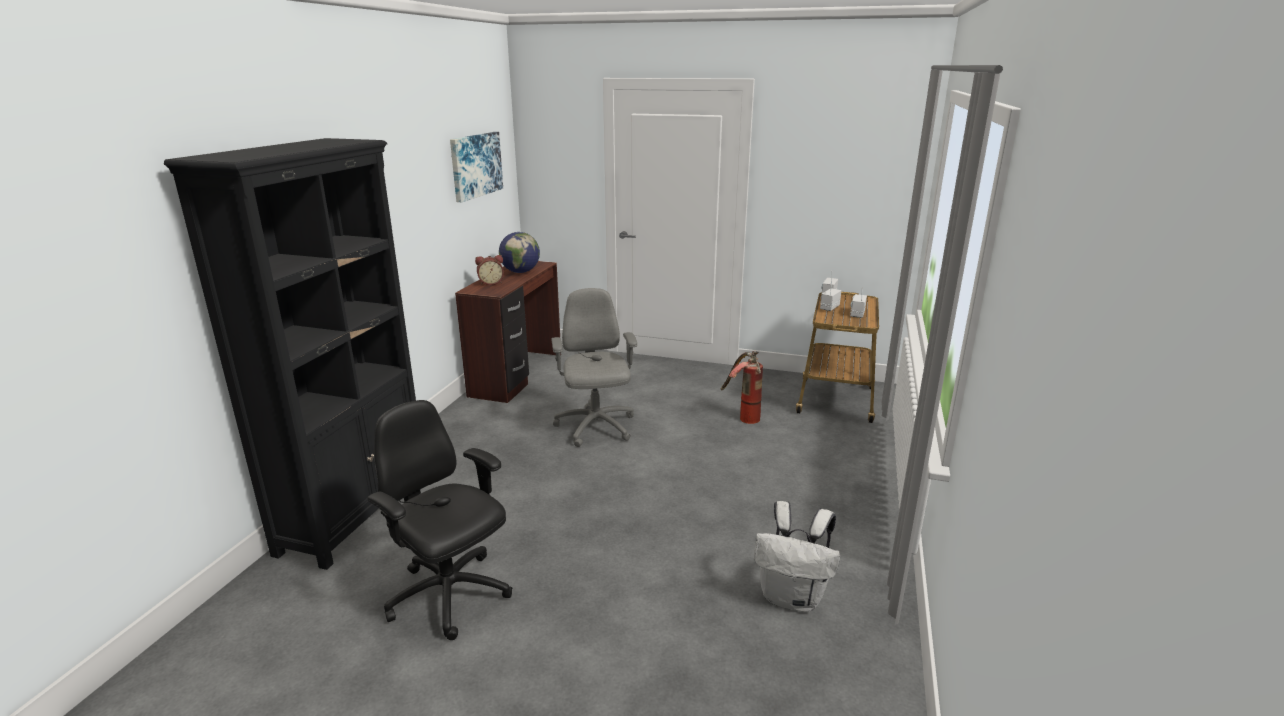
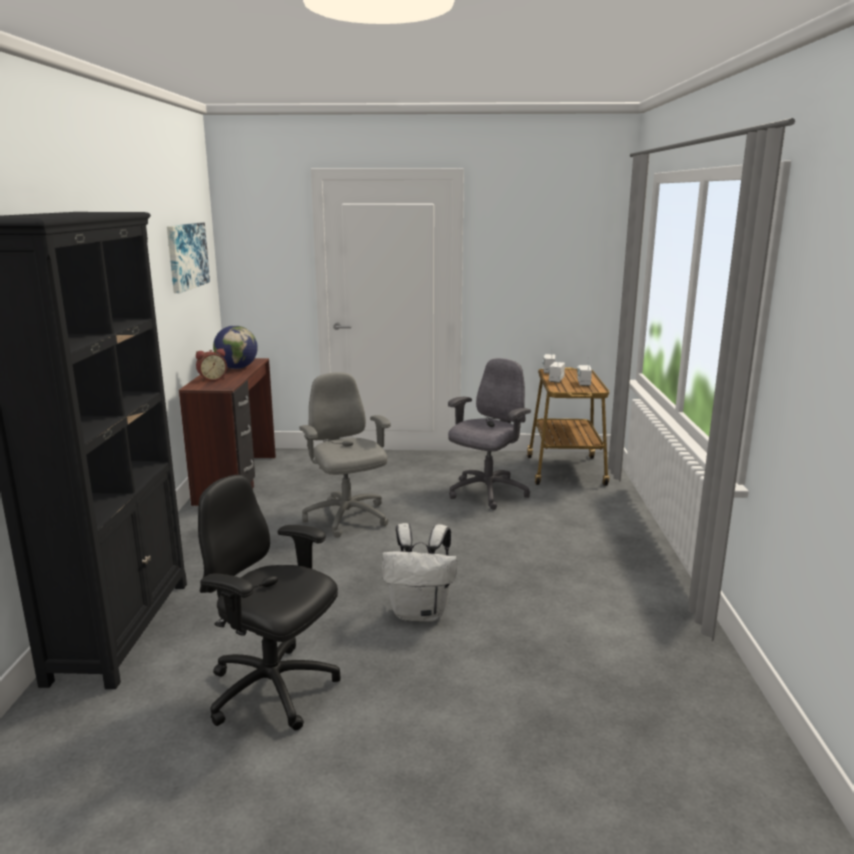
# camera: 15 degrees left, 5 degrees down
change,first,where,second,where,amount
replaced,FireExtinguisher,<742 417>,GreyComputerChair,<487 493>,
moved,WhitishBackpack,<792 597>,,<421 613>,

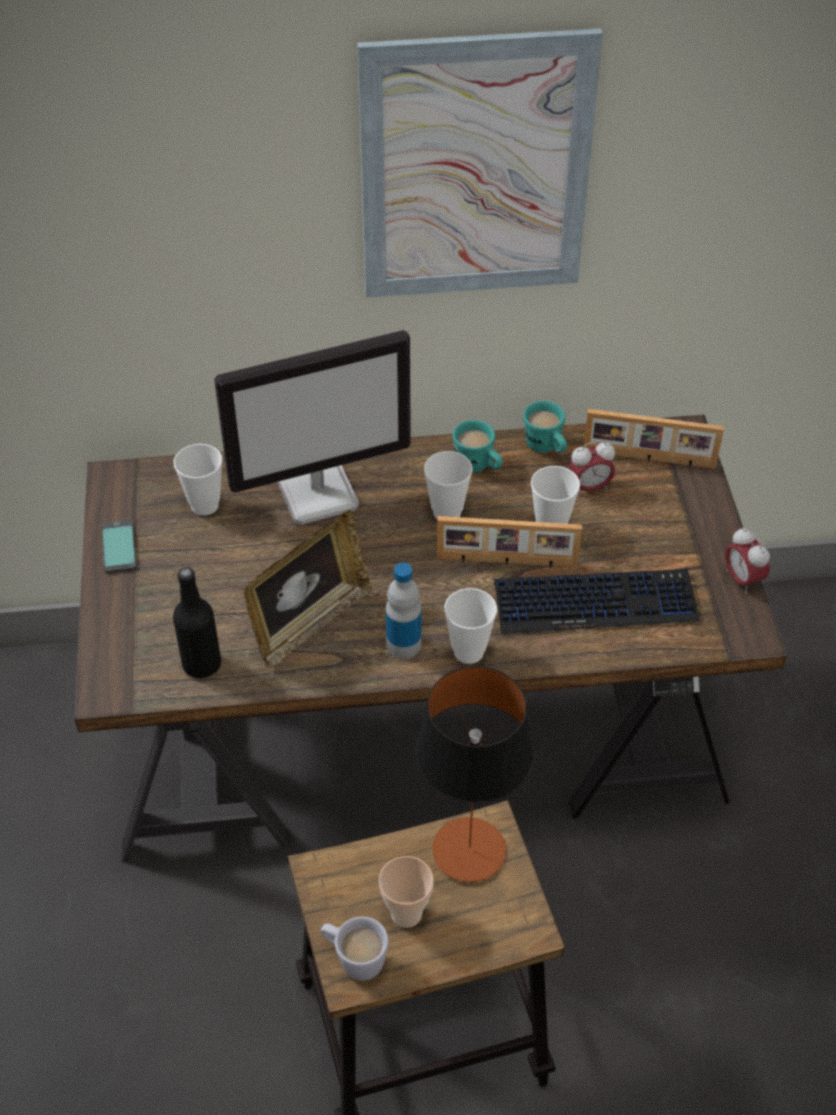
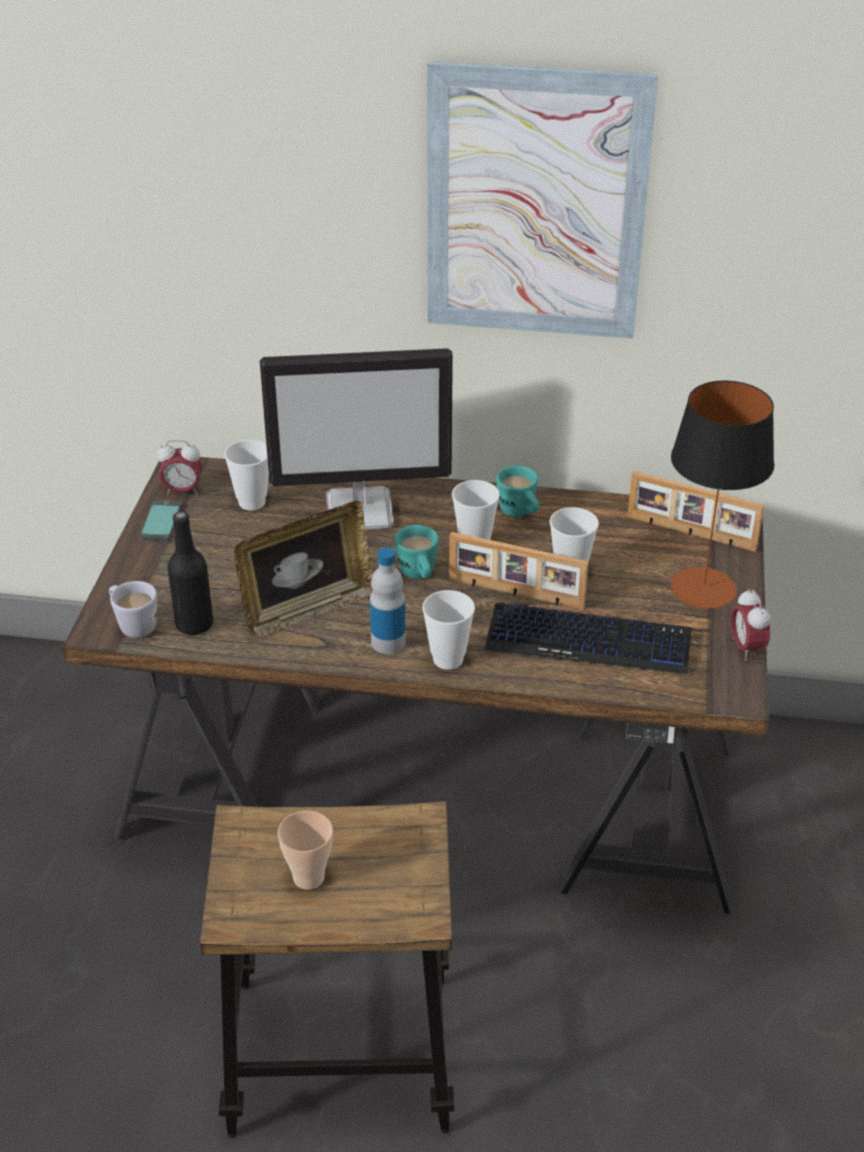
# camera: 15 degrees right, 10 degrees down
change,first,where,second,where,amount
moved,TurquoiseColouredTeaMug,<546 448>,,<419 576>,
moved,BedsideClock,<589 487>,,<183 491>,
moved,TableLamp,<469 850>,,<703 588>,
moved,WhitishTeaMug,<354 959>,,<133 624>,

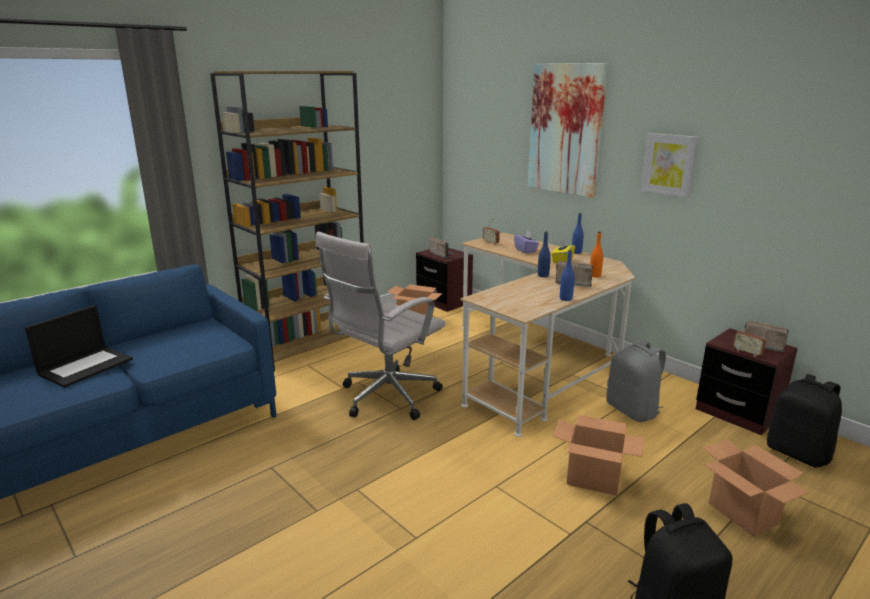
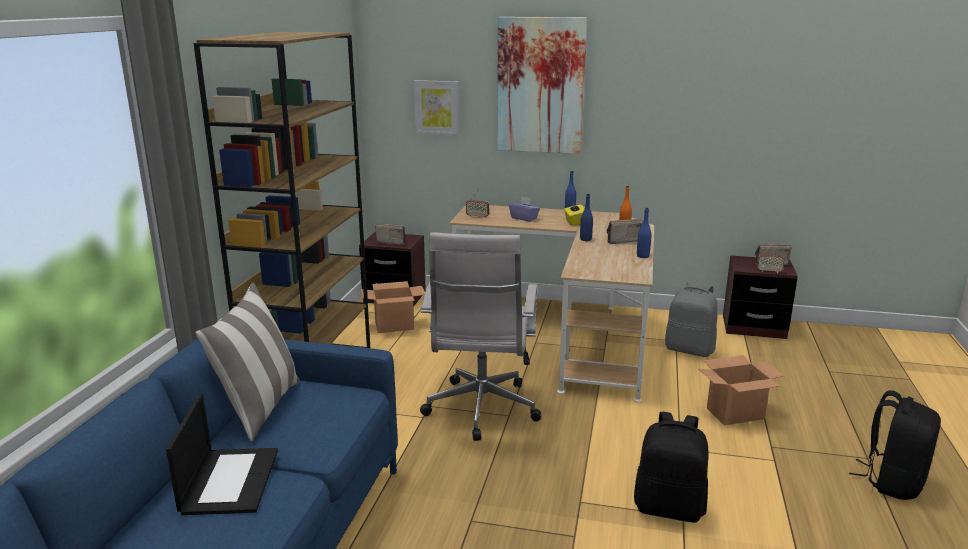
# camera: 35 degrees left, 0 degrees up
change,first,where,second,where,amount
moved,WallArt,<669 164>,,<437 107>,
moved,BlackColouredBackpack,<798 453>,,<669 507>,
removed,PackingBox,<744 514>,,,
added,,,ThrowPillow,<259 407>,

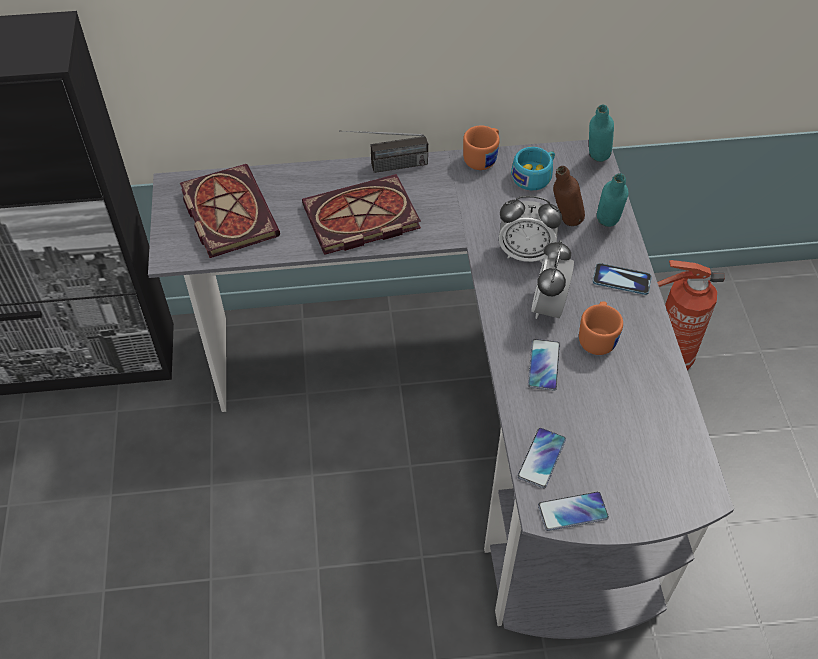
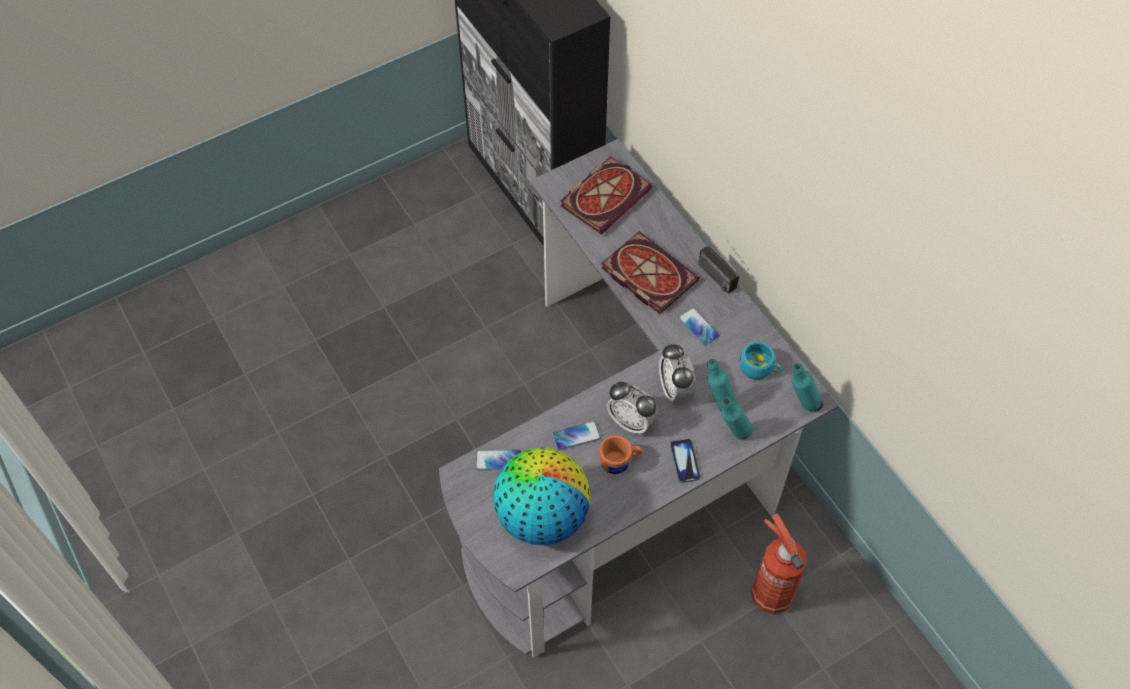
# camera: 65 degrees right, 5 degrees up
change,first,where,second,where,amount
removed,OrangeTeaMug,<483 158>,,,
recoloured,BrownishDrinkBottle,<564 225>,TurquoiseColouredDrinkBottle,<718 405>,
turned,BedsideClock,<548 307>,,<631 421>,135 degrees counterclockwise
moved,Handset,<573 512>,,<698 327>,
added,,,DeskGlobe,<542 516>,

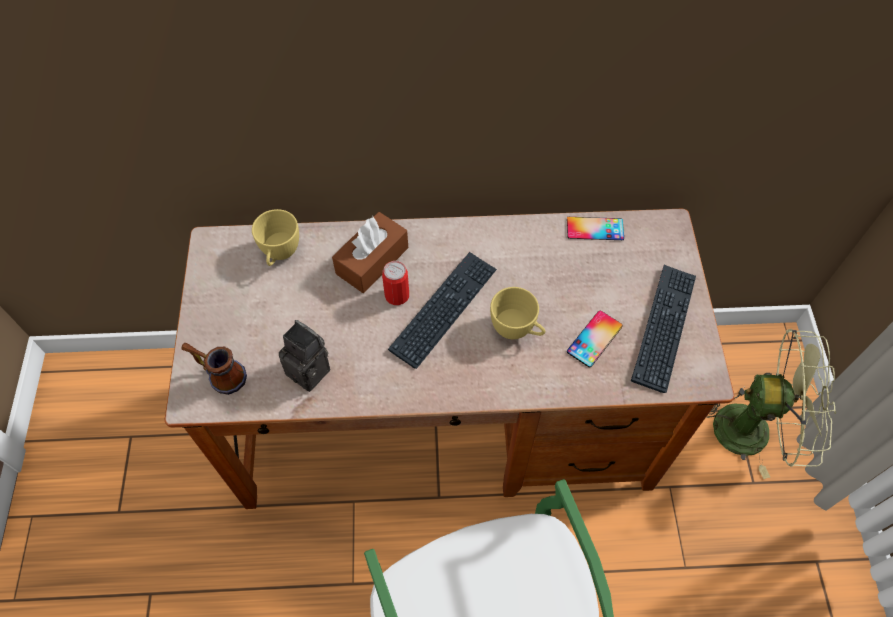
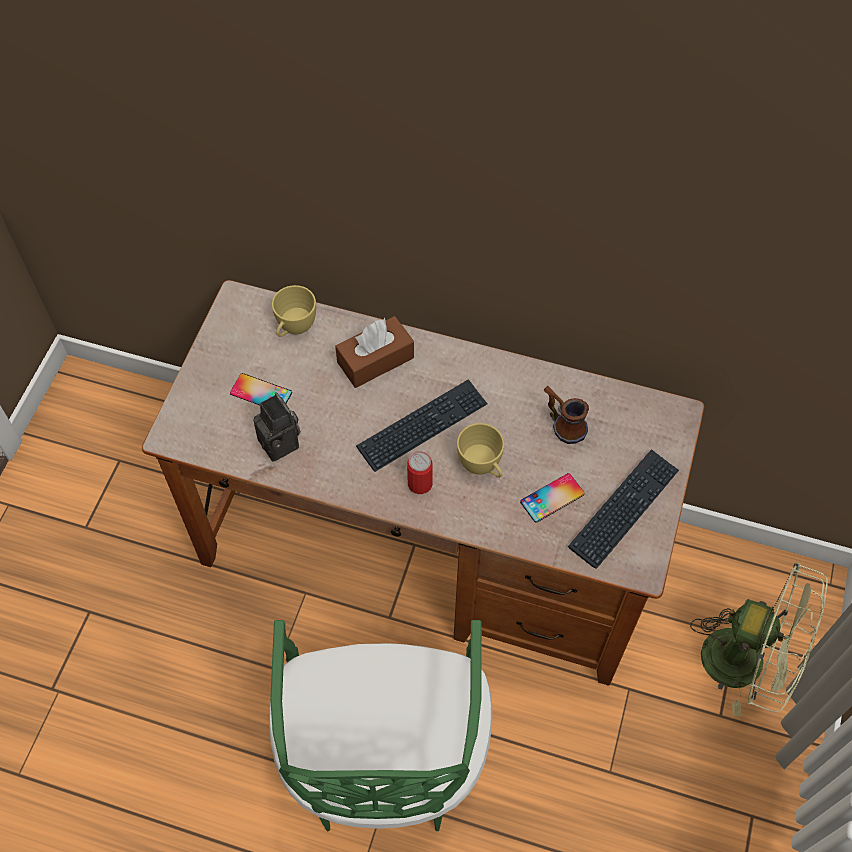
# camera: 20 degrees right, 0 degrees up
change,first,where,second,where,amount
moved,Handset,<595 229>,,<261 393>,
moved,SealedCan,<397 295>,,<420 483>,
moved,TeaMug,<219 375>,,<562 424>,

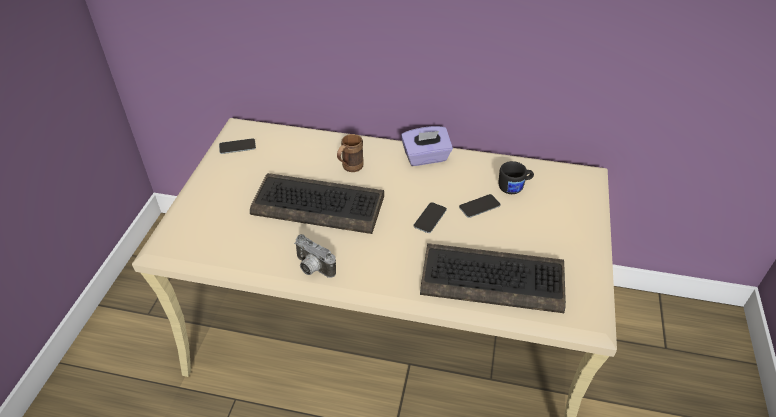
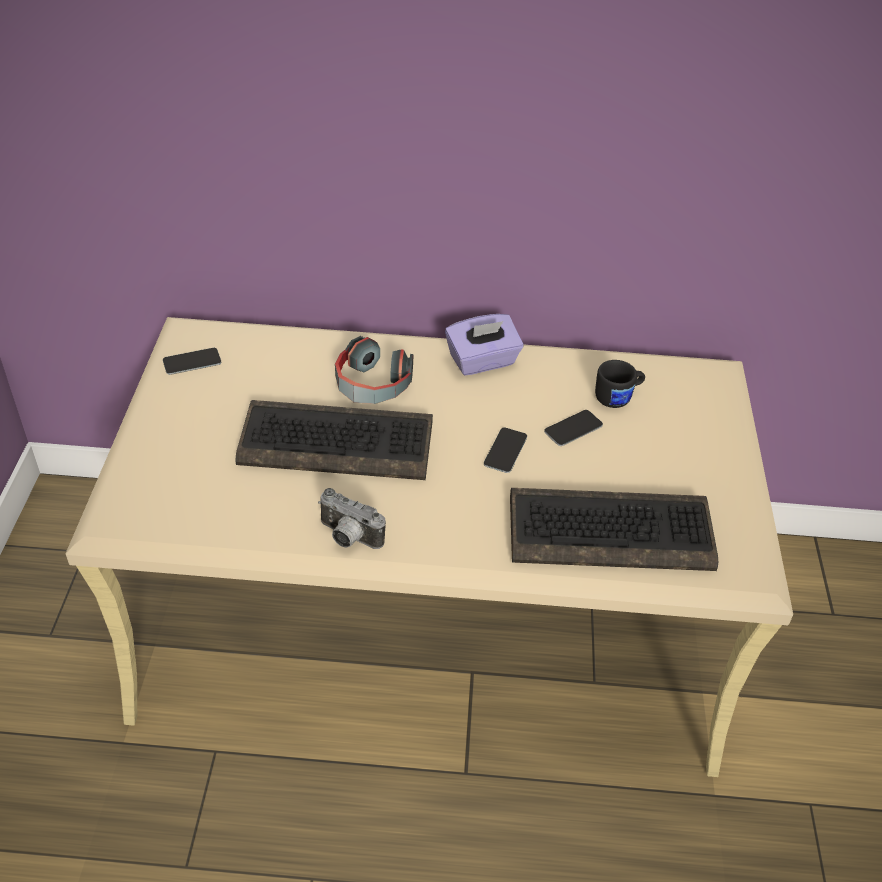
# camera: 10 degrees left, 0 degrees up
change,first,where,second,where,amount
replaced,BrownishTeaMug,<349 168>,Headphones,<372 385>,

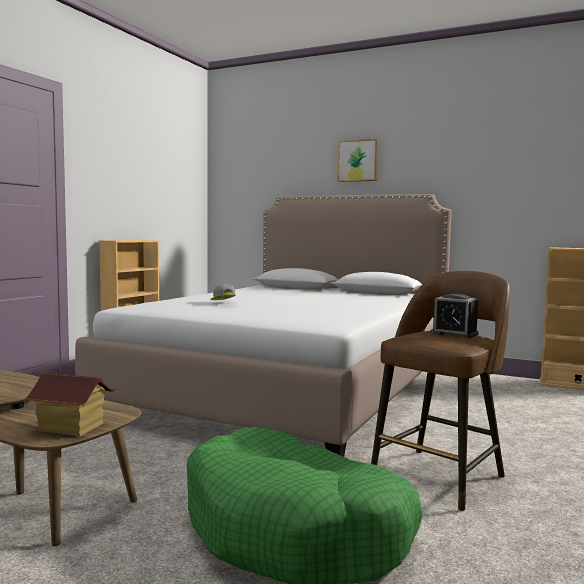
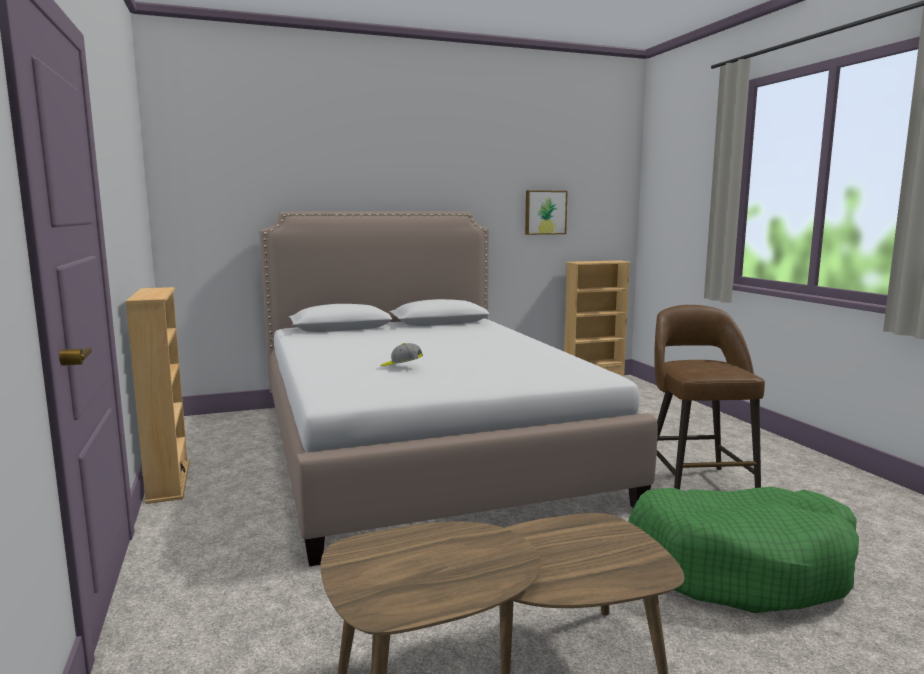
# camera: 45 degrees left, 5 degrees up
change,first,where,second,where,amount
moved,WallArt,<358 161>,,<545 212>,
removed,BedsideClock,<454 334>,,,
removed,MiniatureHouse,<71 427>,,,

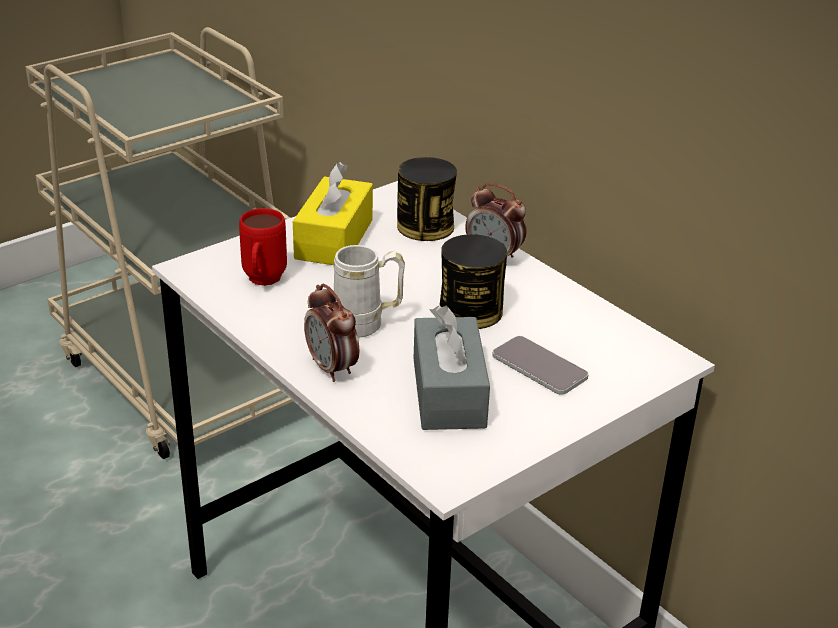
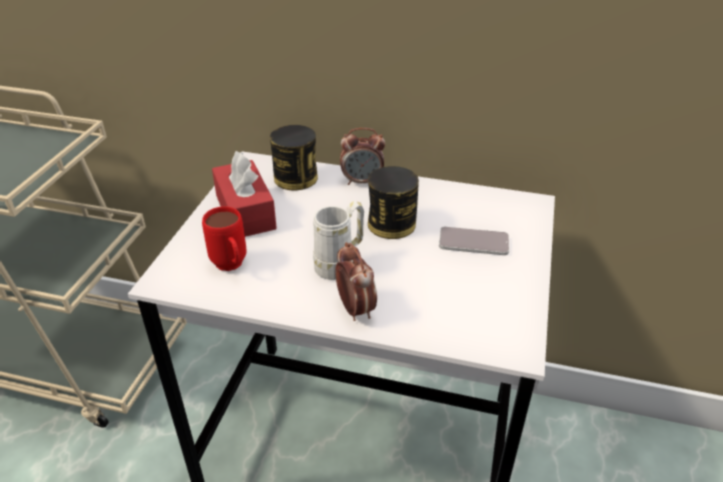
# camera: 35 degrees left, 5 degrees up
change,first,where,second,where,amount
recoloured,YellowishTissueHolder,<334 239>,RedColouredTissueHolder,<245 212>,
turned,BedsideClock,<332 368>,,<355 309>,135 degrees counterclockwise
removed,GreyTissueHolder,<448 392>,,,

